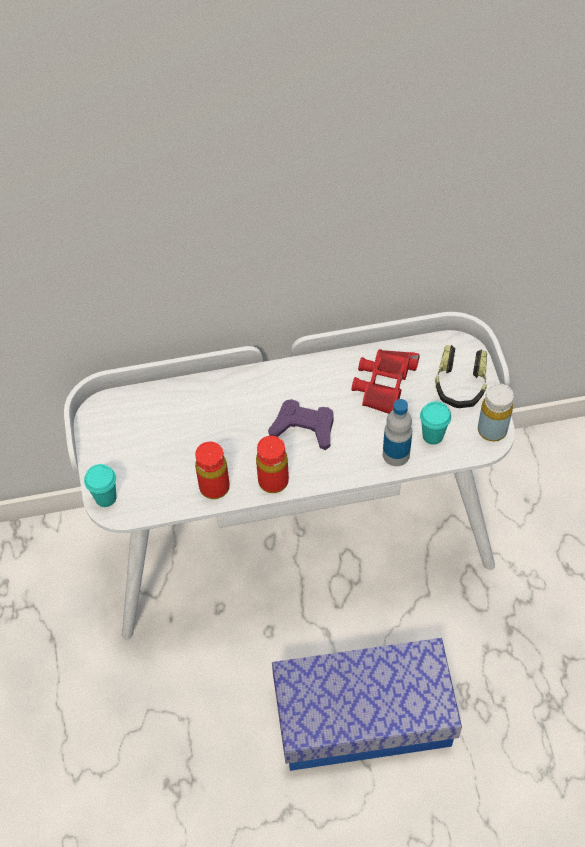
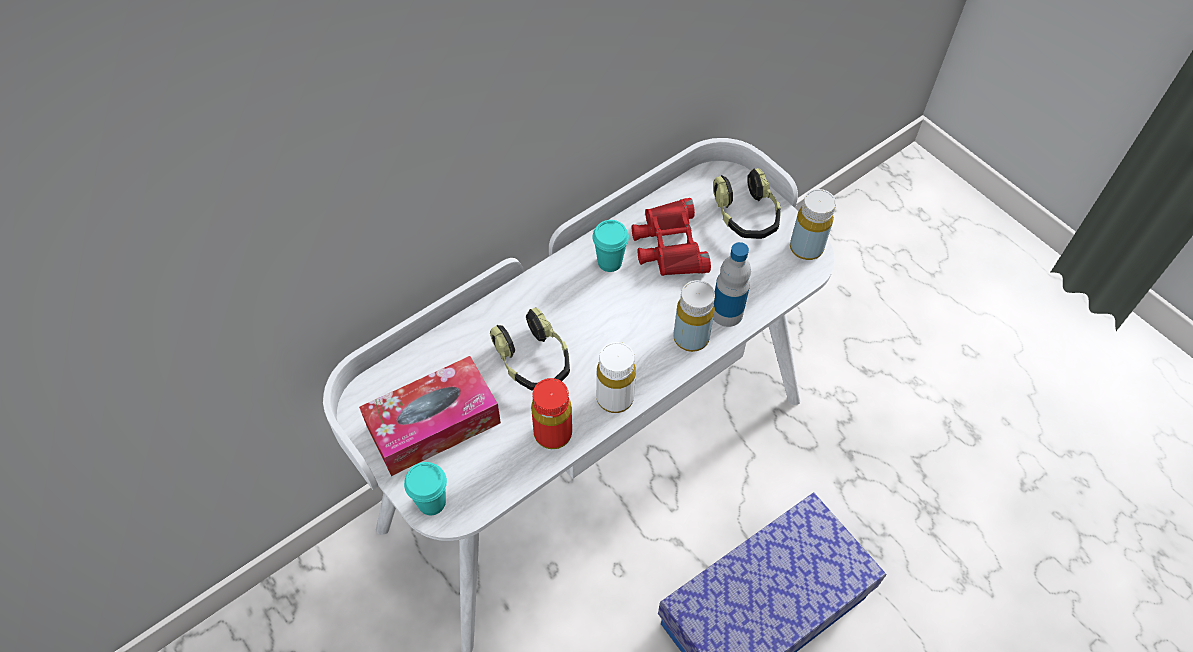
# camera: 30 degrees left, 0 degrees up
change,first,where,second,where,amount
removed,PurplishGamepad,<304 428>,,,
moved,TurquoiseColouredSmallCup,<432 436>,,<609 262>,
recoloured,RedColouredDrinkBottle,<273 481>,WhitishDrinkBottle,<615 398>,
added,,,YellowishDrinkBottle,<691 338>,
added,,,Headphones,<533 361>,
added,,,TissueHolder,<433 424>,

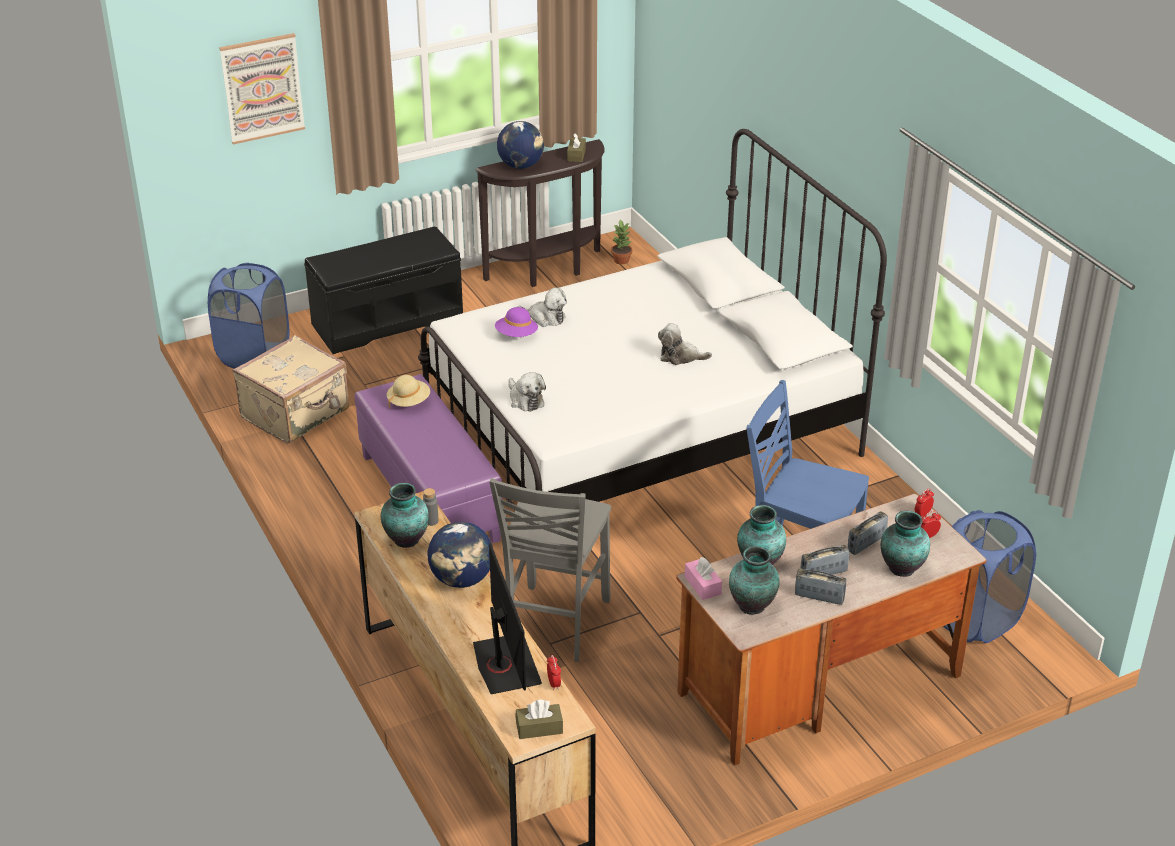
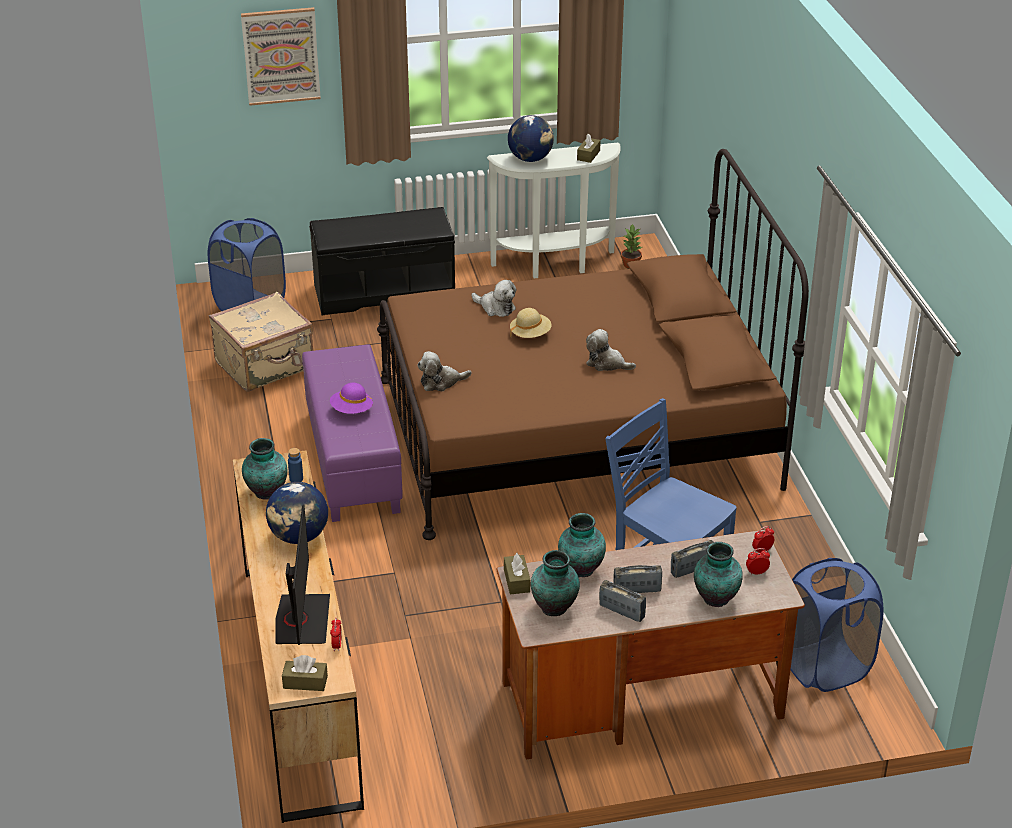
# camera: 15 degrees right, 0 degrees up
change,first,where,second,where,amount
recoloured,WhitishSleepingBed,<641 433>,BrownishSleepingBed,<577 433>,
recoloured,BrownishNarrowTable,<549 271>,WhitishNarrowTable,<556 266>,
moved,PurplishClothingHat,<516 335>,,<351 410>,
turned,PlushToy,<525 400>,,<441 382>,90 degrees clockwise
moved,BeigeClothingHat,<409 402>,,<530 334>,
removed,GreyPlainChair,<554 625>,,,
recoloured,GreyDrinkBottle,<431 521>,BlueColouredDrinkBottle,<296 479>,
recoloured,PinkishTissueHolder,<702 585>,BrownishTissueHolder,<516 581>,

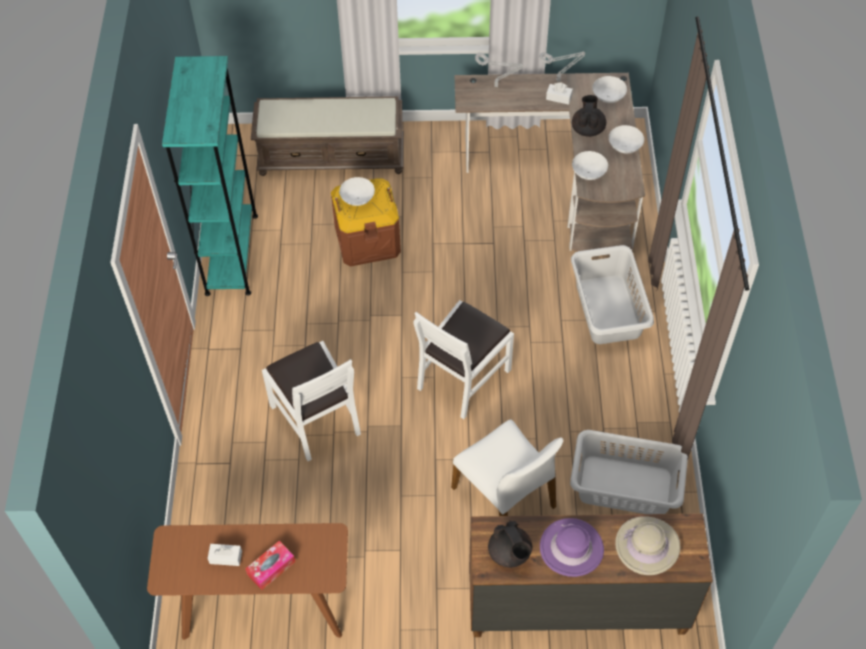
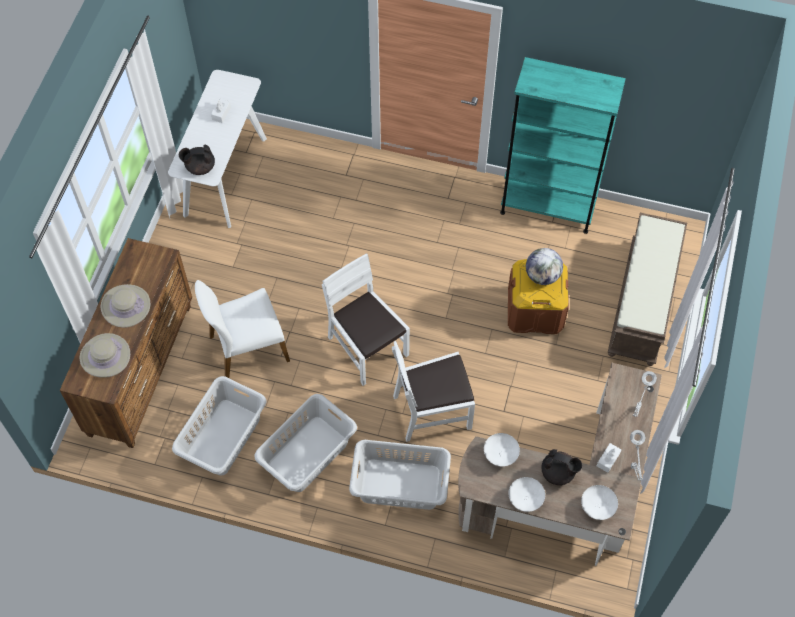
# camera: 105 degrees right, 5 degrees up
change,first,where,second,where,amount
replaced,WhitishBowl,<357 198>,DeskGlobe,<542 276>,
moved,WhitishPlainChair,<316 418>,,<432 410>,
recoloured,PurplishClothingHat,<571 548>,BeigeClothingHat,<125 306>,
moved,BlackColouredTeapot,<510 553>,,<199 167>,
recoloured,BrownishNarrowTable,<263 606>,WhitishNarrowTable,<225 176>,
removed,TissueHolder,<271 568>,,,
added,,,GreyWashingBasket,<307 454>,

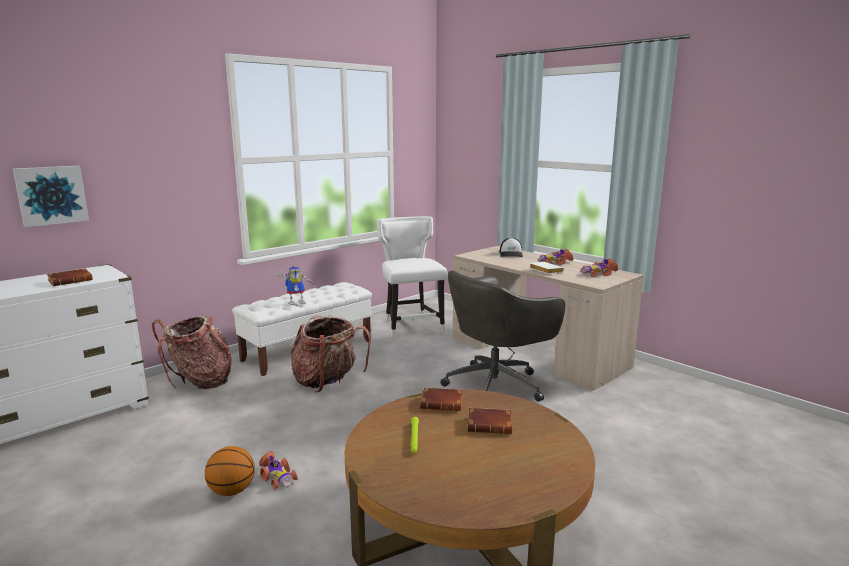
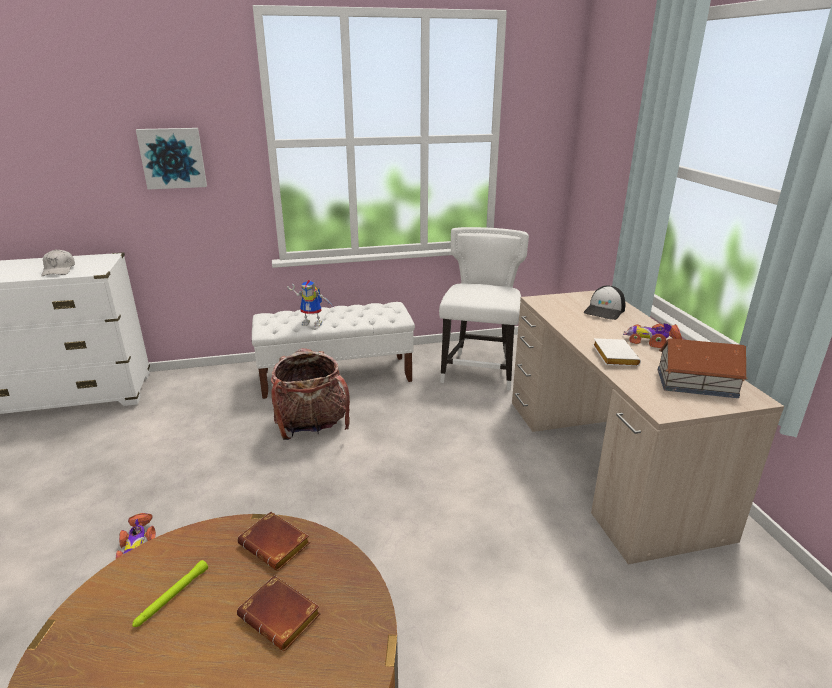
# camera: 30 degrees right, 10 degrees up
change,first,where,second,where,amount
moved,WallArt,<51 195>,,<173 158>,
replaced,ModelCar,<598 273>,MiniatureHouse,<697 383>,
replaced,BrownishVolume,<71 281>,WhitishPeakedCap,<59 270>,
removed,GreyComputerChair,<497 385>,,,
removed,Backpack,<200 381>,,,
removed,Basketball,<232 491>,,,

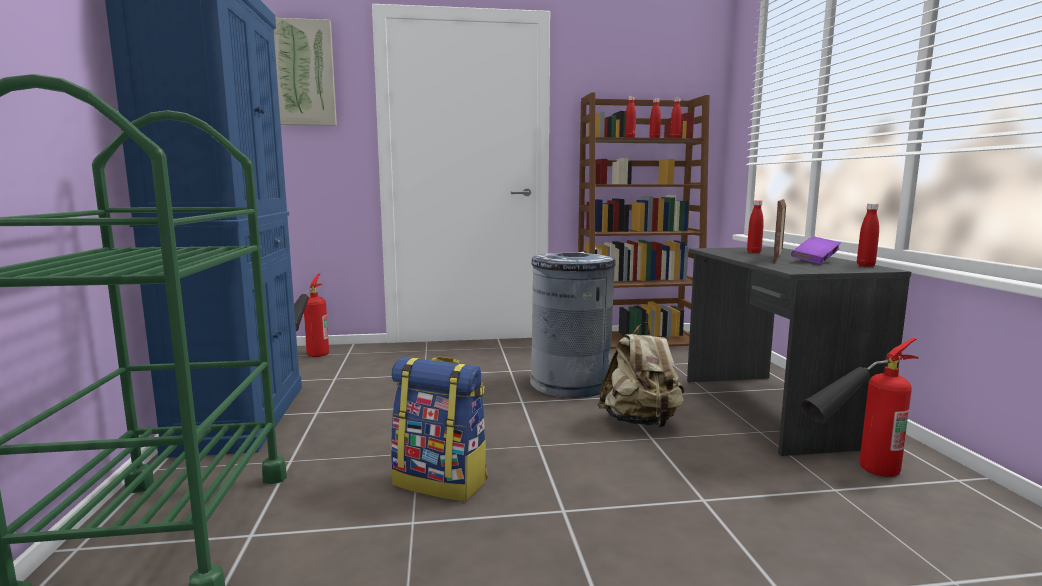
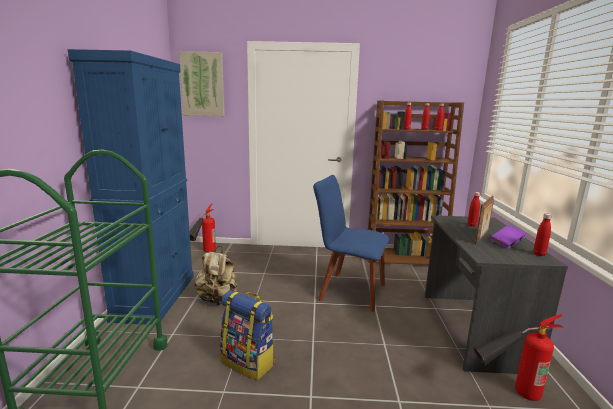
# camera: 10 degrees right, 5 degrees up
change,first,where,second,where,amount
replaced,GreyRubbishBin,<570 384>,BlueColouredPlainChair,<348 291>,
moved,BeigeBackpack,<640 422>,,<217 299>,

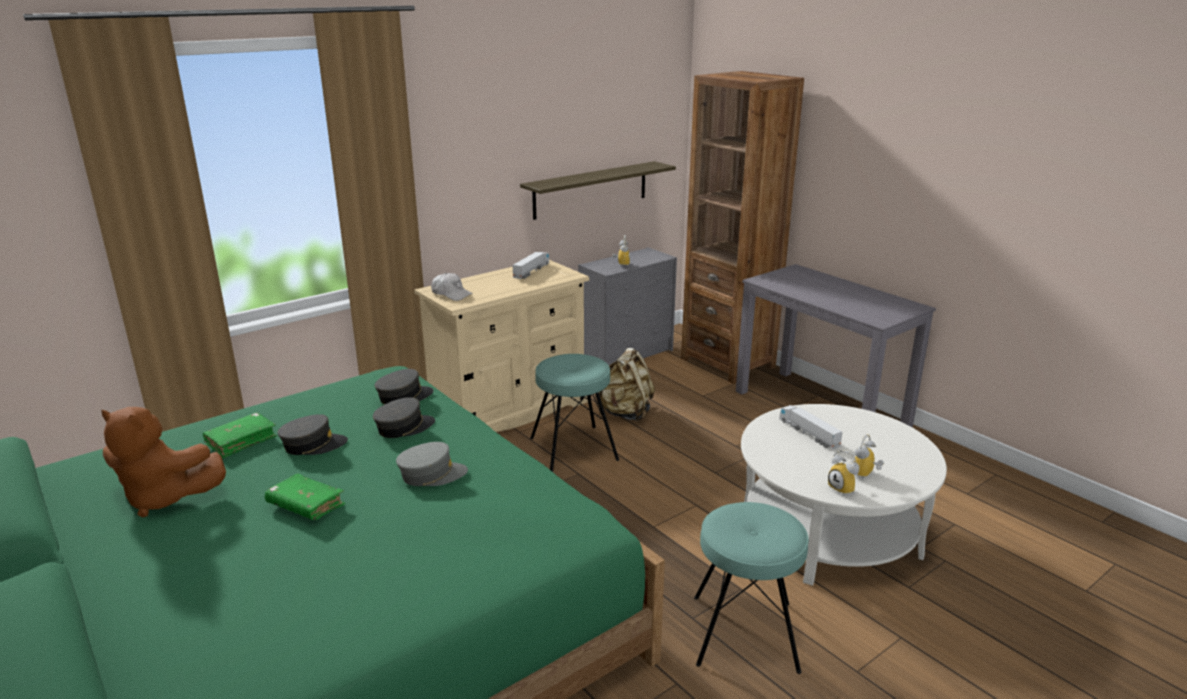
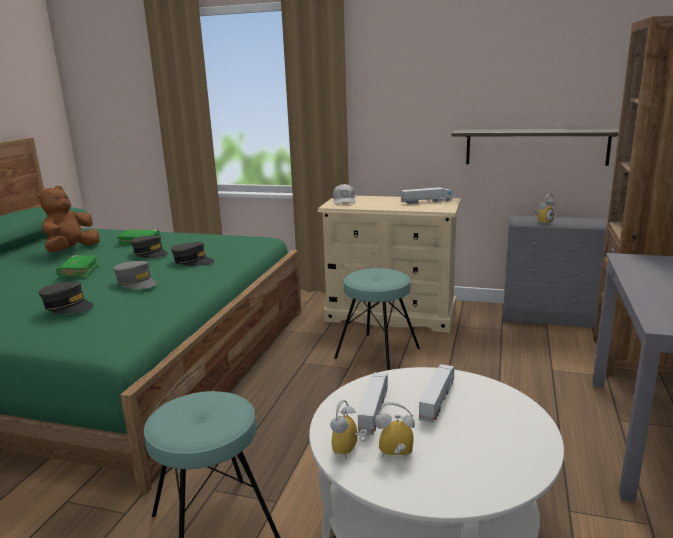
# camera: 55 degrees right, 5 degrees down
change,first,where,second,where,amount
removed,BeigeBackpack,<625 413>,,,
moved,GreyPeakedCap,<404 396>,,<68 306>,
turned,BrownishPlushToy,<165 498>,,<71 250>,45 degrees clockwise
added,,,ModelTruck,<374 410>,

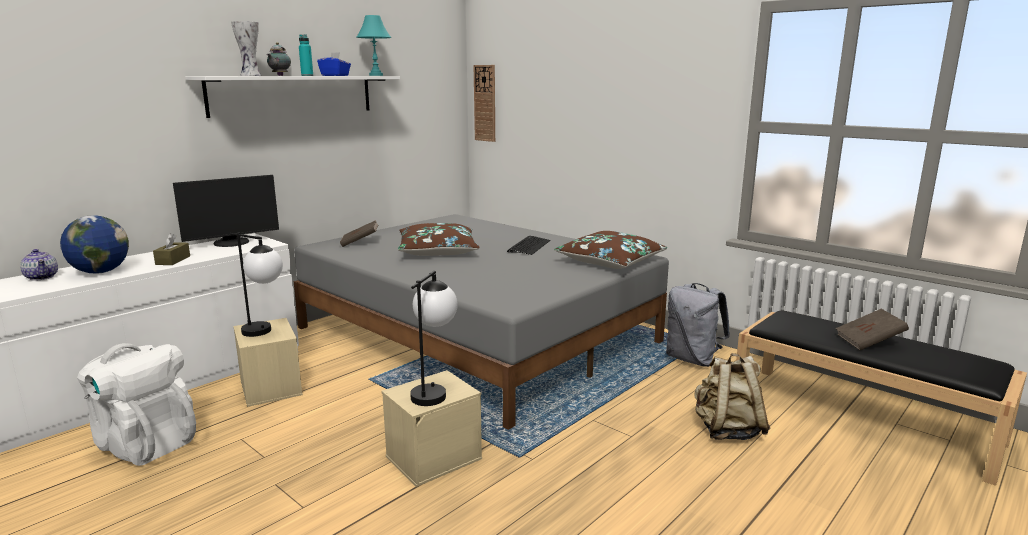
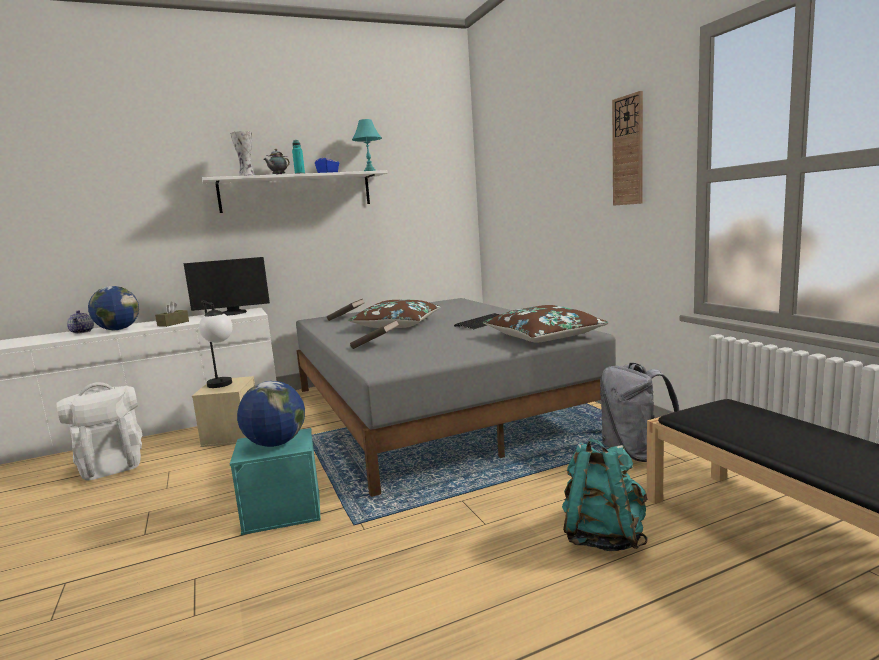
# camera: 25 degrees right, 5 degrees down
change,first,where,second,where,amount
moved,HangingClock,<485 103>,,<628 151>,
replaced,TableLamp,<434 390>,DeskGlobe,<275 444>,
moved,BrownishVolume,<869 342>,,<376 345>,
recoloured,BeigeBackpack,<727 431>,TurquoiseColouredBackpack,<603 537>,
recoloured,BeigeStorageBox,<434 457>,TurquoiseColouredStorageBox,<283 511>,

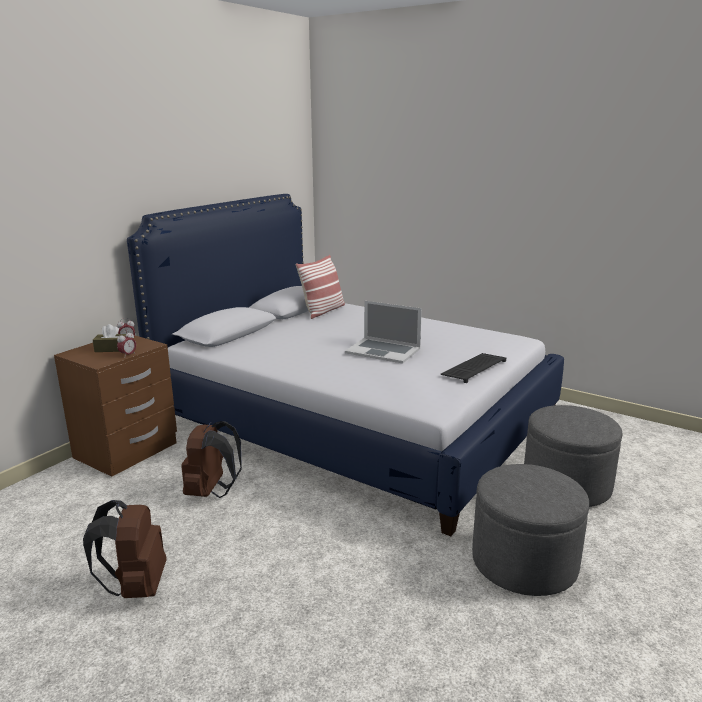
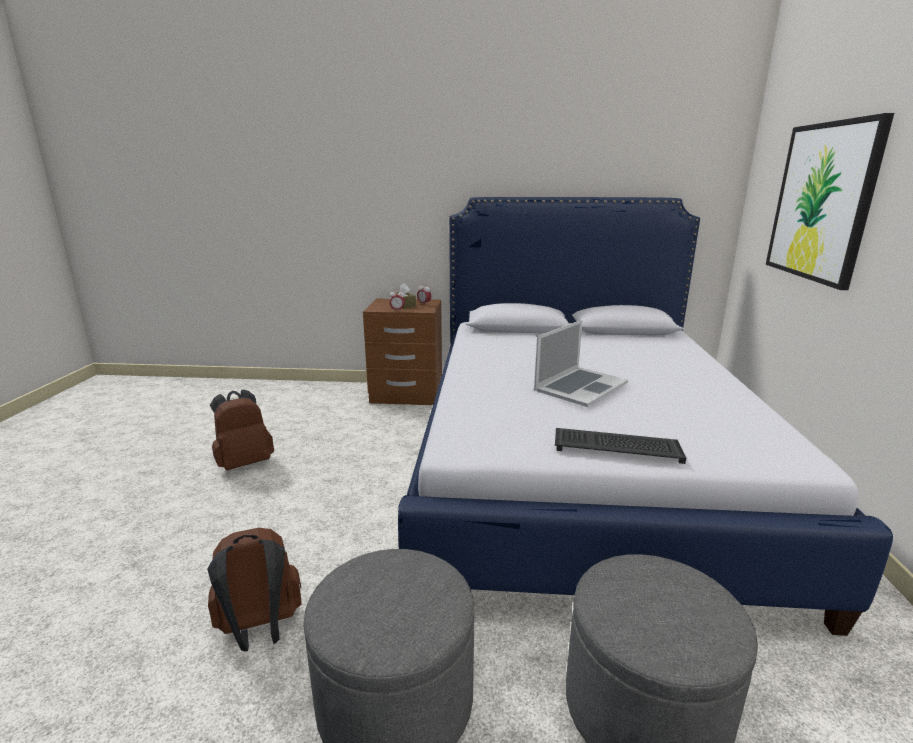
# camera: 60 degrees right, 0 degrees up
change,first,where,second,where,amount
removed,ThrowPillow,<323 311>,,,
turned,Laptop,<383 350>,,<580 386>,135 degrees counterclockwise
moved,BrownishBackpack,<212 492>,,<260 630>,
added,,,WallArt,<822 202>,

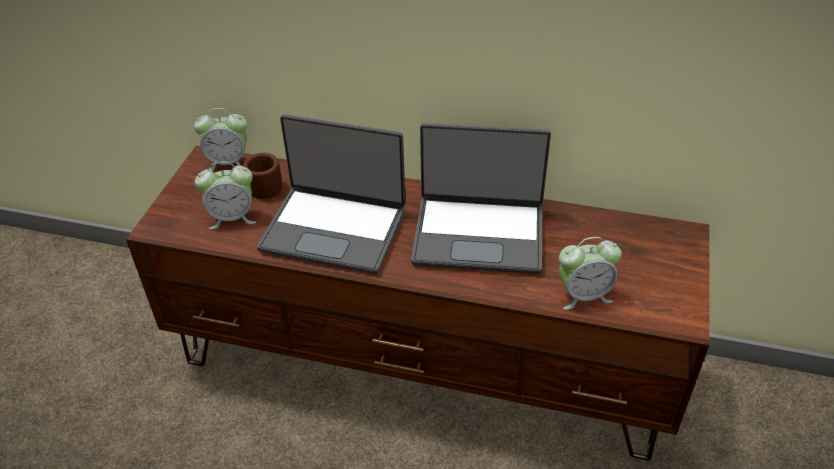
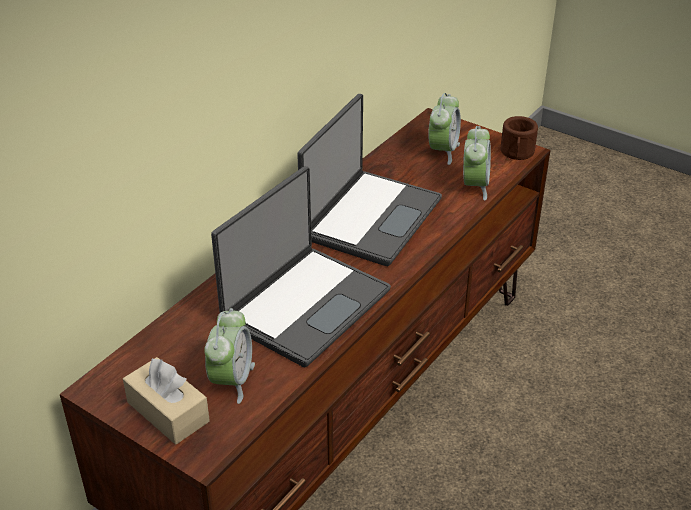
# camera: 70 degrees left, 5 degrees down
change,first,where,second,where,amount
moved,BedsideClock,<228 162>,,<443 151>,
moved,BrownishTeaMug,<260 188>,,<517 153>,
added,,,BeigeTissueHolder,<168 412>,

